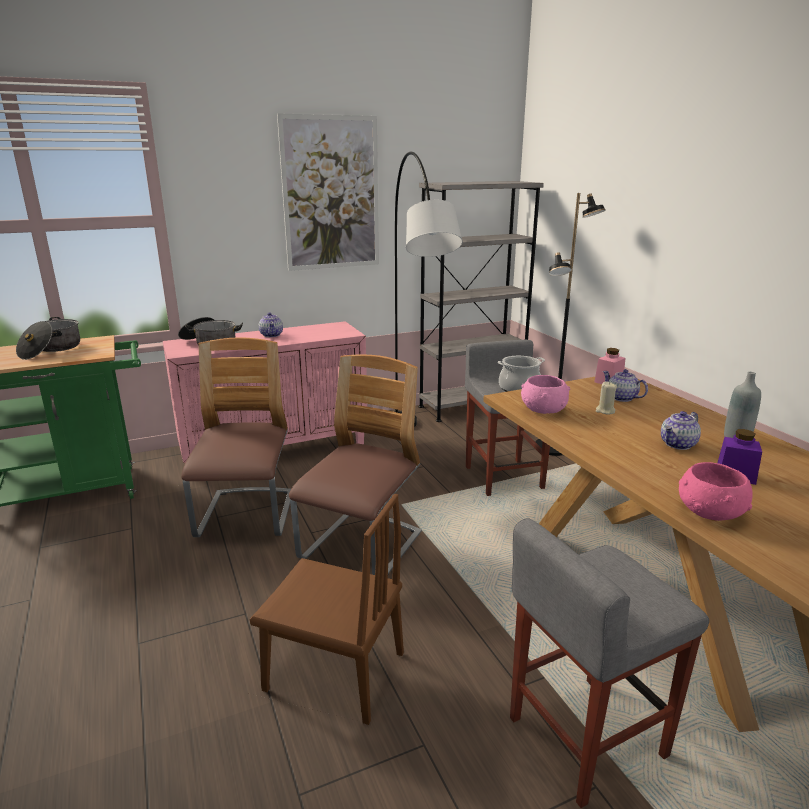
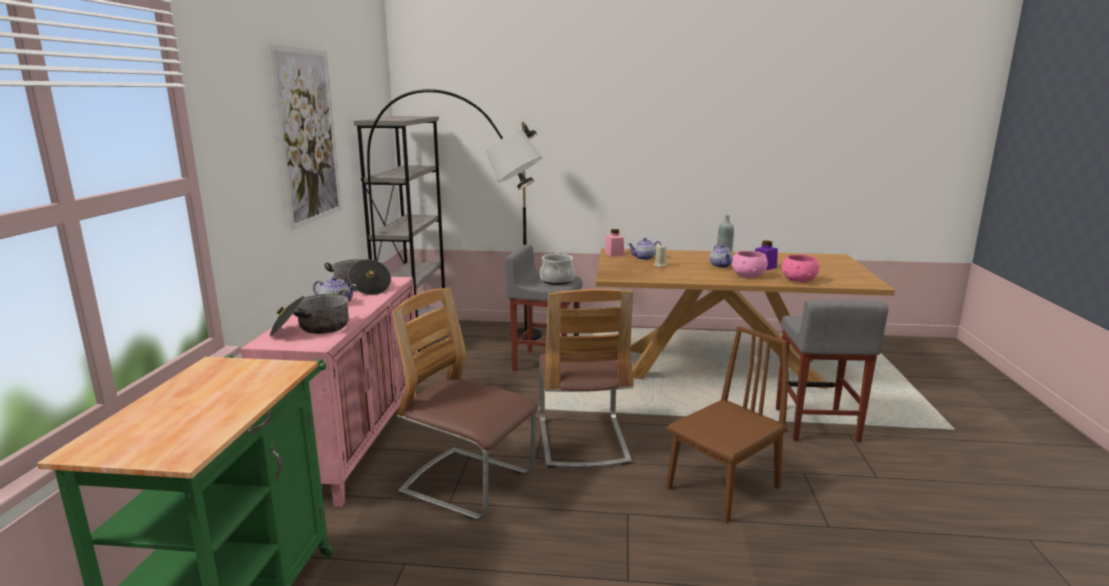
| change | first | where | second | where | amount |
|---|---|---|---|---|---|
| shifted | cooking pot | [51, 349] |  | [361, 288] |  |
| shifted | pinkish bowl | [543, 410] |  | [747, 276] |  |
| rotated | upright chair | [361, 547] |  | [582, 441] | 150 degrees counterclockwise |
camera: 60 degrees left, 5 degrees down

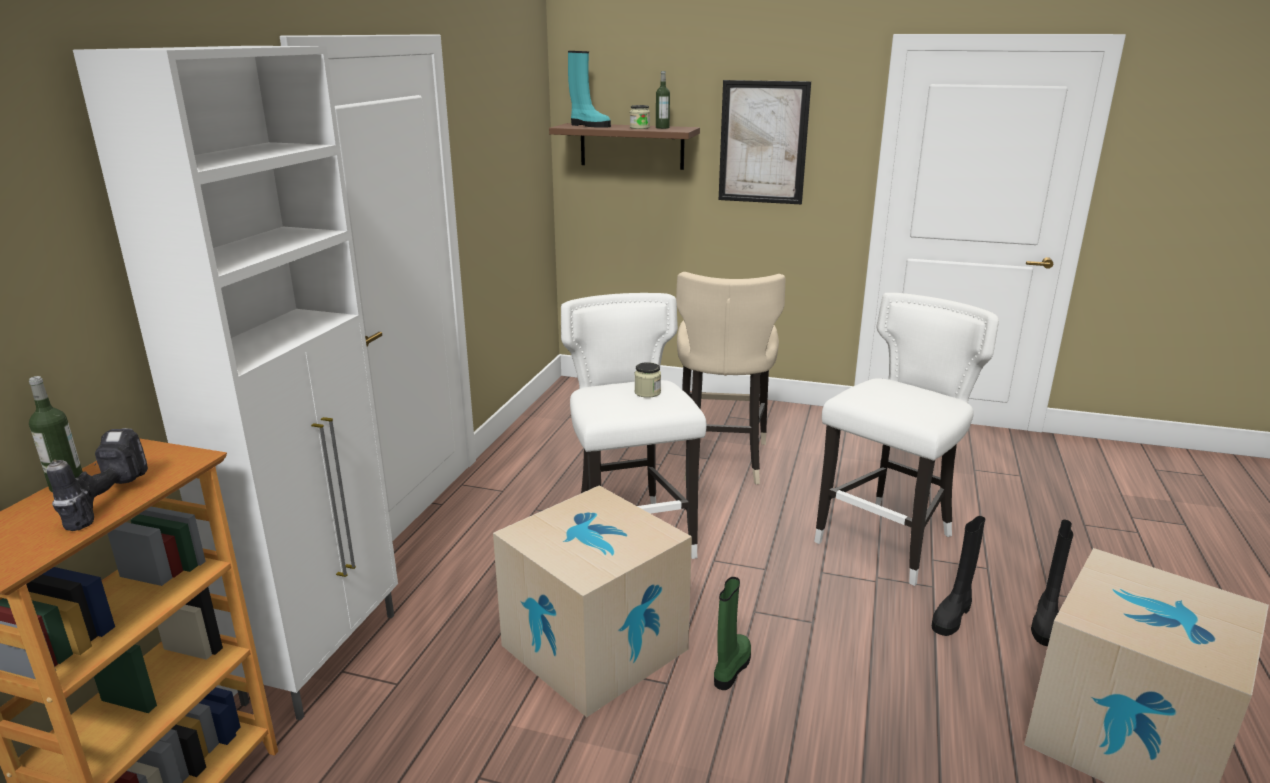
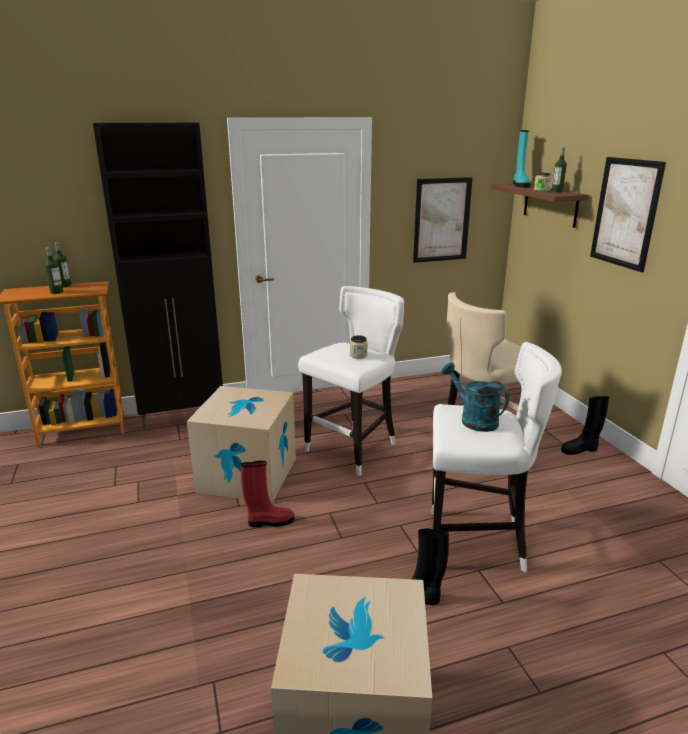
| change | first | where | second | where | amount |
|---|---|---|---|---|---|
| new |  |  | picture | [442, 220] |  |
| new |  |  | blue-green sprinkling can | [473, 419] |  |
| shifted | blackish tall boot | [1045, 624] |  | [580, 450] |  |
| swapped | electric drill | [104, 501] | drink bottle | [56, 292] |  |
| repainted | white-coloured cabinet | [325, 655] | blackish cabinet | [184, 417] |  |
| repainted | greenish tall boot | [731, 668] | reddish tall boot | [269, 522] |  |
camera: 55 degrees right, 0 degrees up

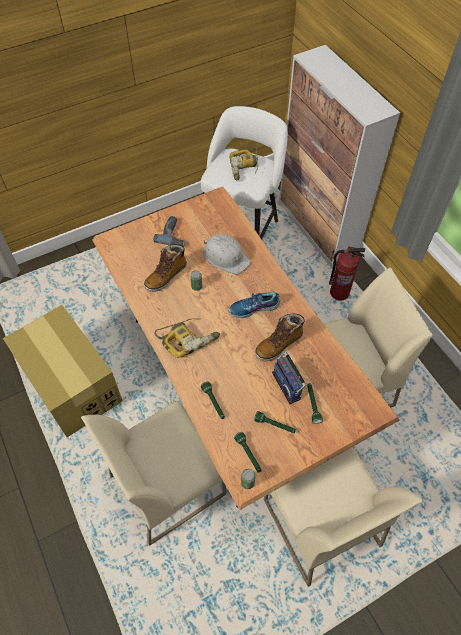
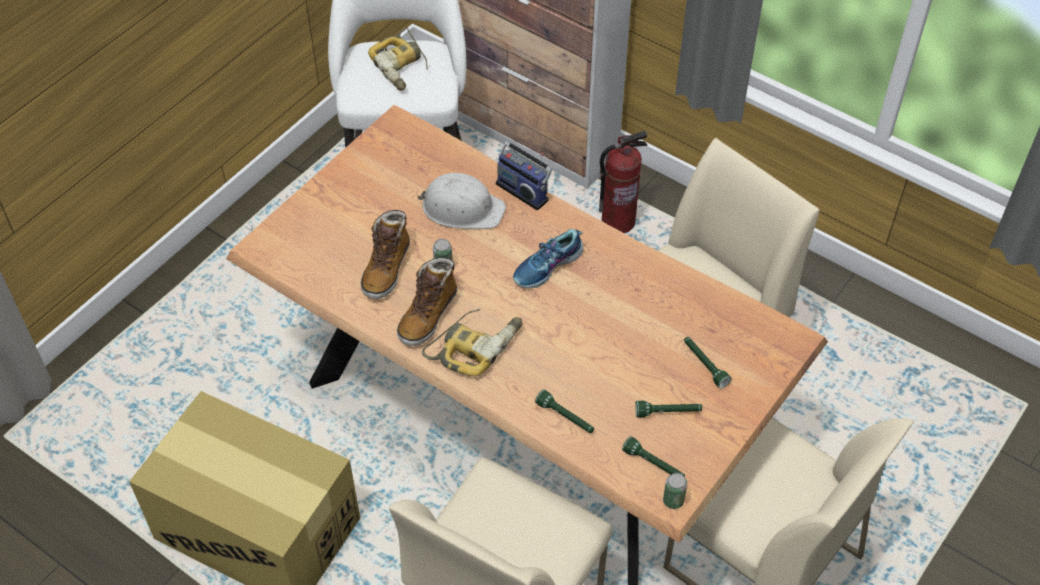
| change | first | where | second | where | amount |
|---|---|---|---|---|---|
| gone | electric drill | [174, 235] |  |  |  |
| shifted | tall boot | [279, 344] |  | [428, 315] |  |
| shifted | radio receiver | [288, 385] |  | [524, 190] |  |
camera: 25 degrees left, 5 degrees down

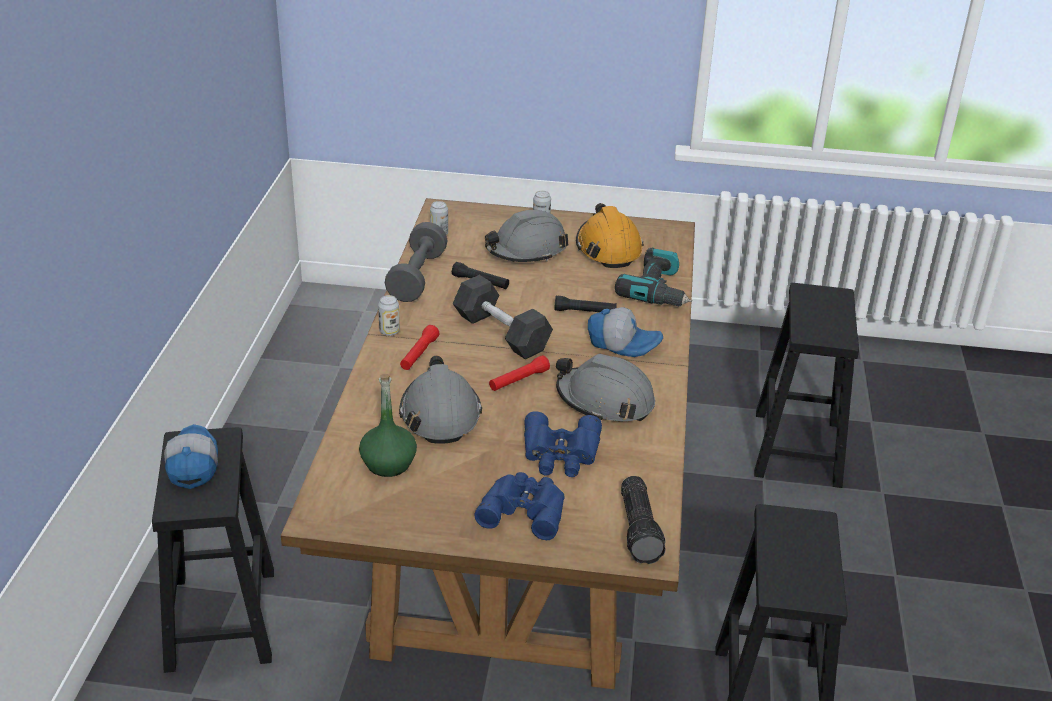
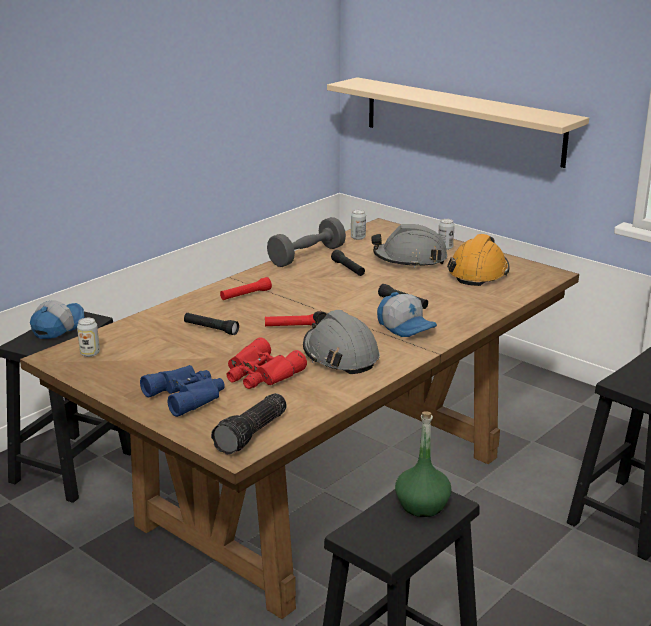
| change | first | where | second | where | amount |
|---|---|---|---|---|---|
| gone | grey hand weight | [501, 333] |  |  |  |
| gone | electric drill | [658, 290] |  |  |  |
| new |  |  | beige-coloured bracket shelf | [462, 120] |  |
| shifted | greenish drink bottle | [388, 463] |  | [422, 505] |  |
| shifted | sealed can | [389, 331] |  | [90, 353] |  |
| swapped | grey work helmet | [440, 414] | blackish torch | [211, 329] |  |
| repainted | blue binoculars | [560, 454] | reddish binoculars | [260, 374] |  |
camera: 35 degrees right, 10 degrees down

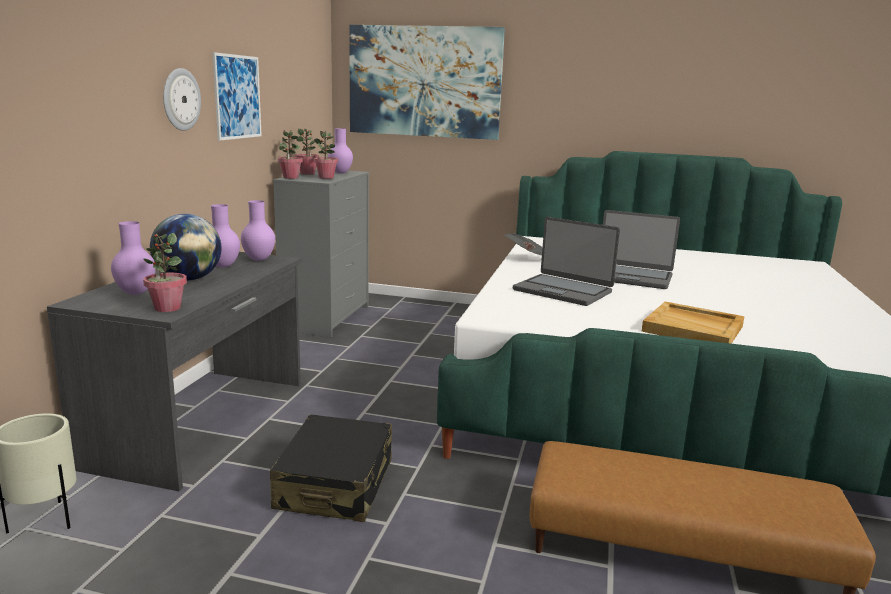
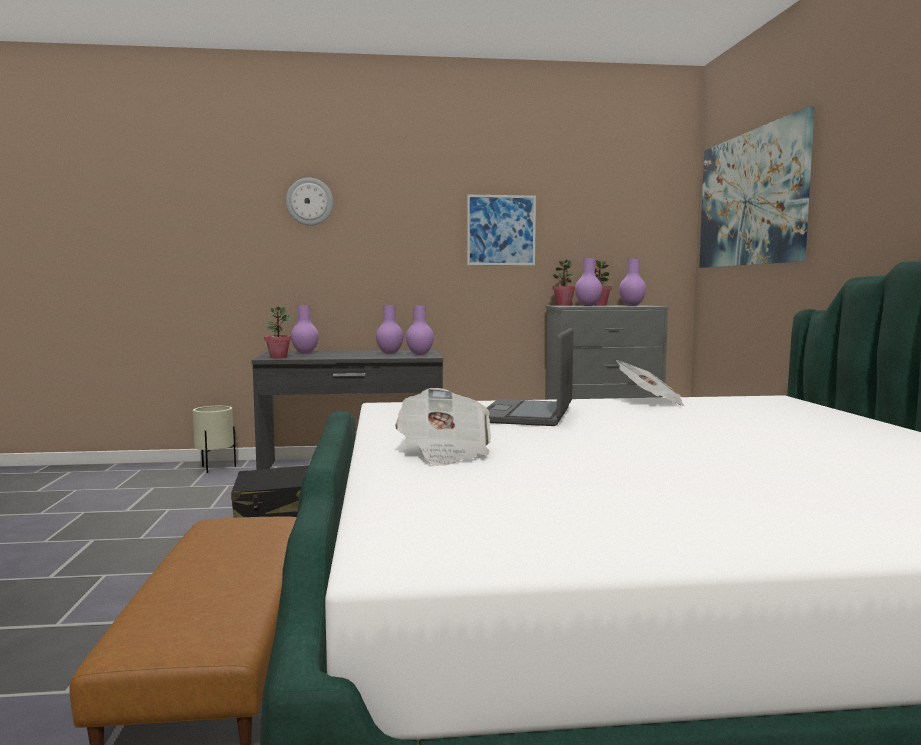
| change | first | where | second | where | amount |
|---|---|---|---|---|---|
| gone | world globe | [188, 279] |  |  |  |
| gone | laptop | [631, 277] |  |  |  |
| shifted | wall clock | [180, 99] |  | [309, 201] |  |
| swapped | houseplant | [326, 178] | purple decorative vase | [587, 306] |  |
| swapped | beige-coloured tray | [694, 329] | printed paper | [444, 453] |  |
camera: 70 degrees right, 10 degrees down

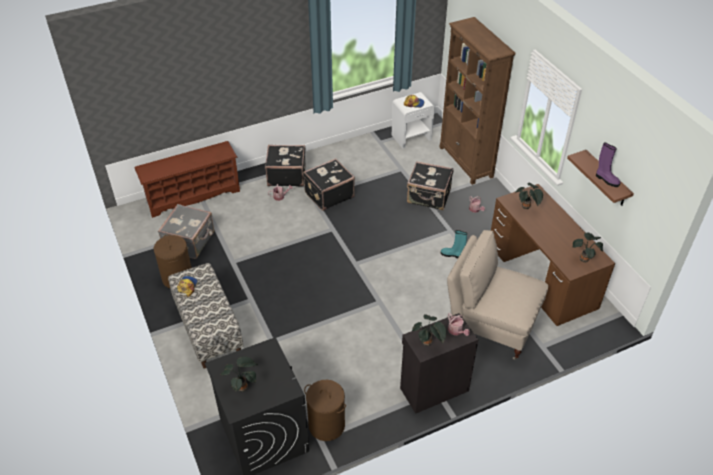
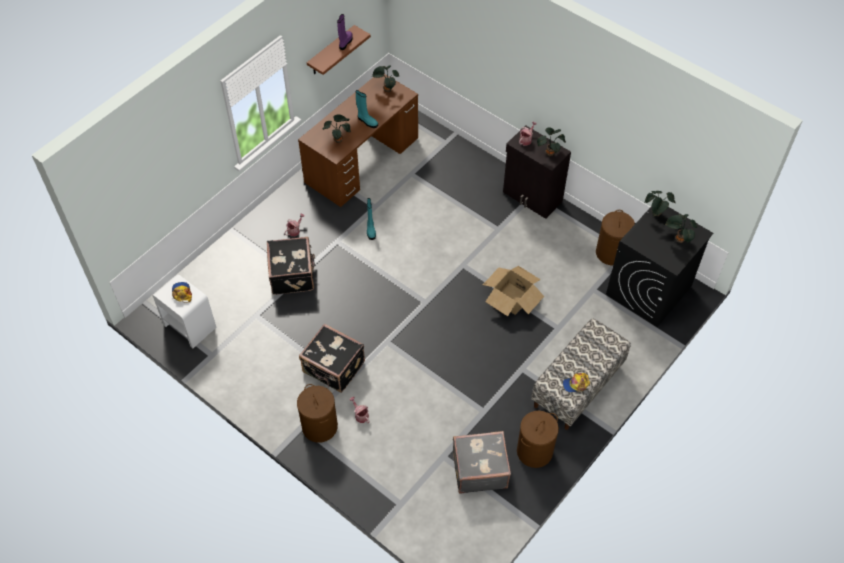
| change | first | where | second | where | amount |
|---|---|---|---|---|---|
| gone | brown-coloured shoe stand | [193, 195] |  |  |  |
| gone | brown-coloured shelving unit | [466, 162] |  |  |  |
| gone | beige-coloured upright chair | [490, 326] |  |  |  |
| new |  |  | blue-green tall boot | [367, 121] |  |
| new |  |  | packing box | [512, 298] |  |
| new |  |  | houseplant | [656, 214] |  |
| swapped | blackish travel case | [286, 175] | brown-coloured hamper | [320, 427] |  |
camera: 115 degrees left, 10 degrees up

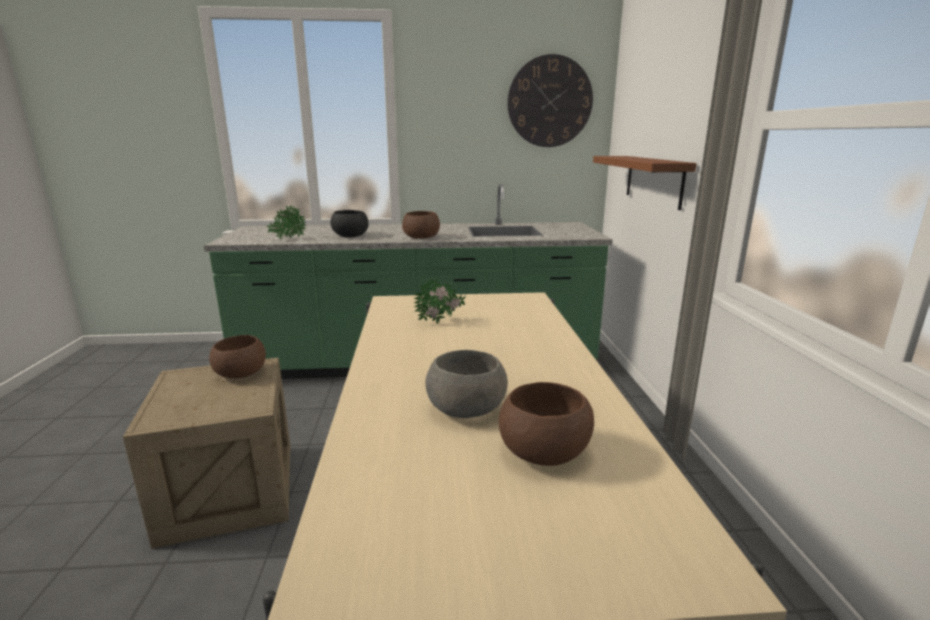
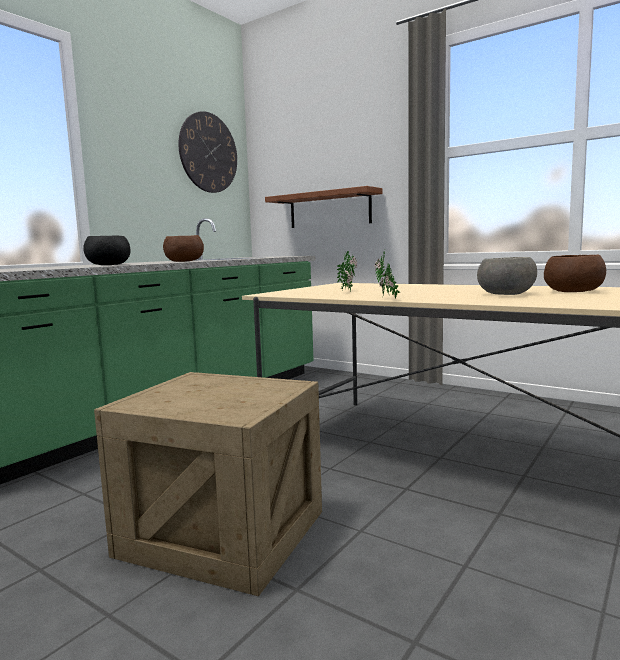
| change | first | where | second | where | amount |
|---|---|---|---|---|---|
| gone | brown-coloured bowl | [240, 373] |  |  |  |
| shifted | houseplant | [287, 239] |  | [387, 299] |  |
camera: 50 degrees left, 10 degrees down

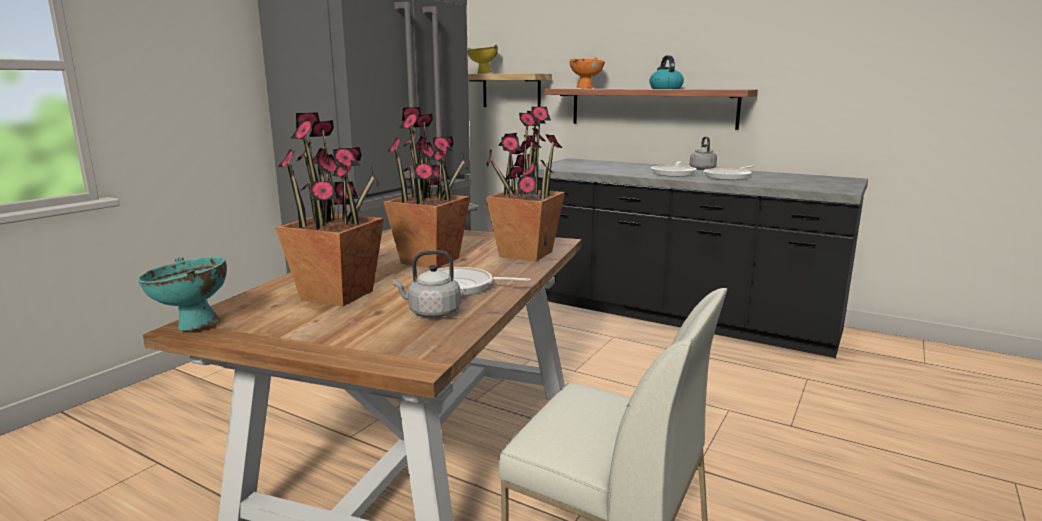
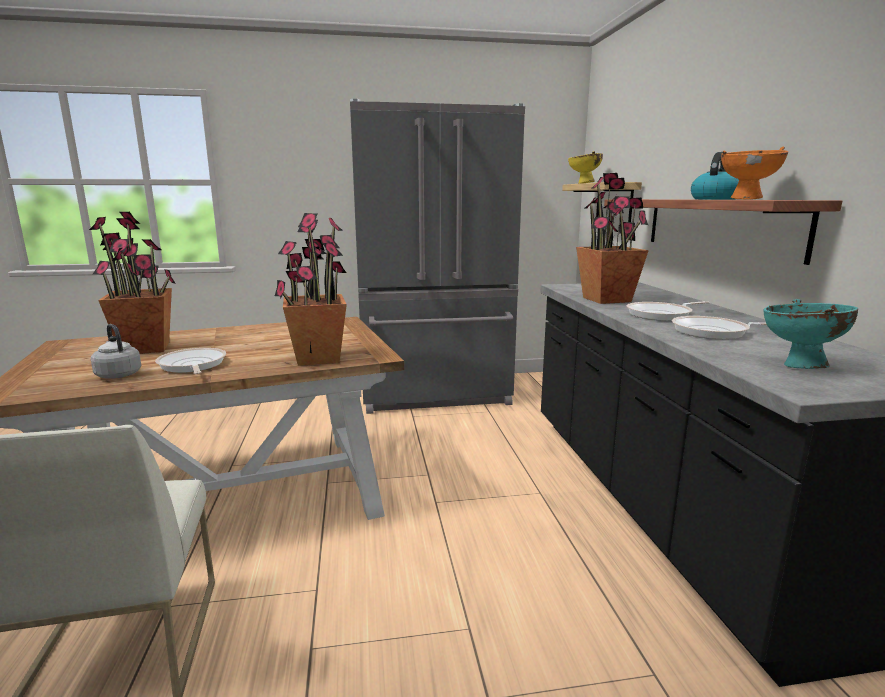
| change | first | where | second | where | amount |
|---|---|---|---|---|---|
| gone | grey water kettle | [702, 169] |  |  |  |
| shifted | blue-green bowl | [192, 326] |  | [799, 366] |  |
| shifted | houseplant | [431, 260] |  | [607, 300] |  |
| shifted | orangey bowl | [586, 88] |  | [747, 199] |  |
camera: 50 degrees right, 0 degrees up

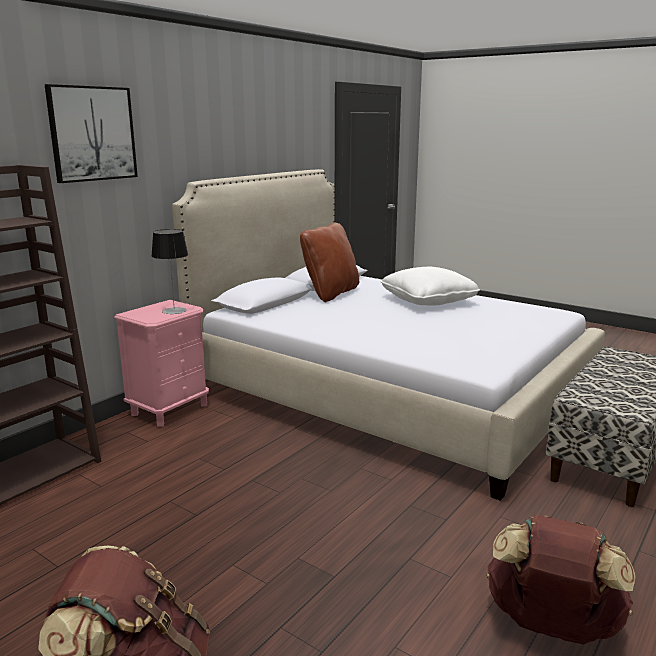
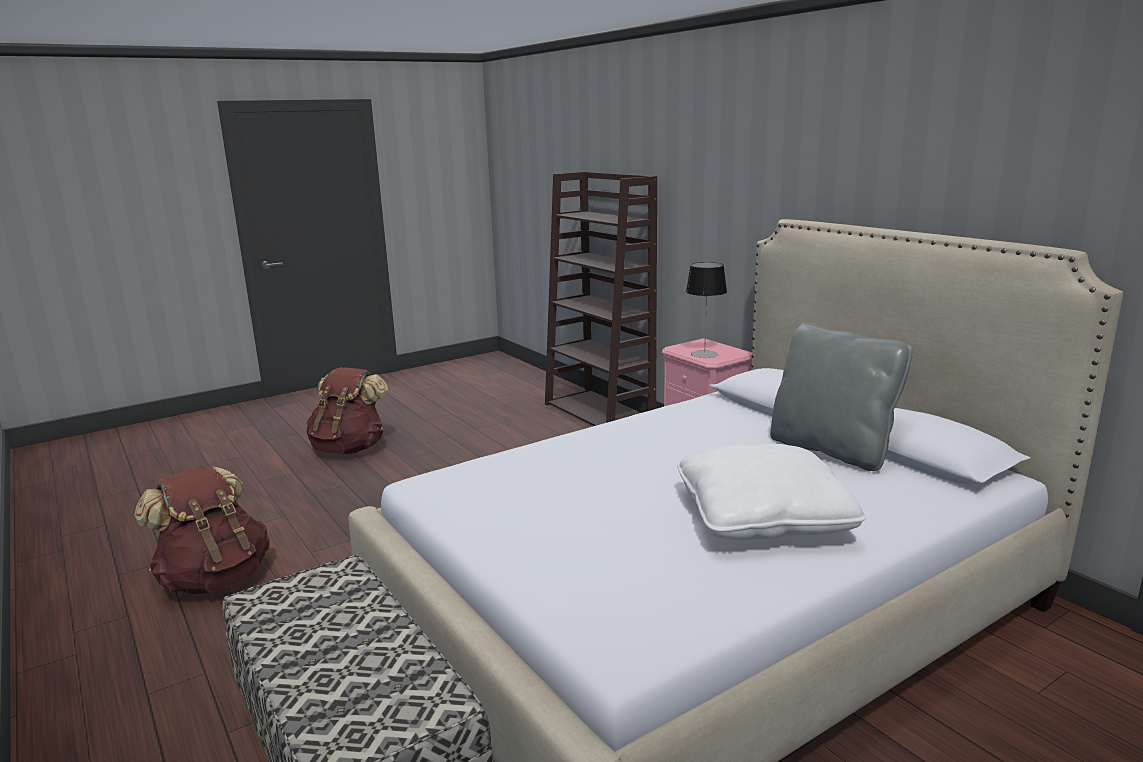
| change | first | where | second | where | amount |
|---|---|---|---|---|---|
| gone | picture | [92, 134] |  |  |  |
| repainted | brown-coloured cushion | [330, 293] | grey cushion | [832, 450] |  |
camera: 110 degrees right, 0 degrees up

